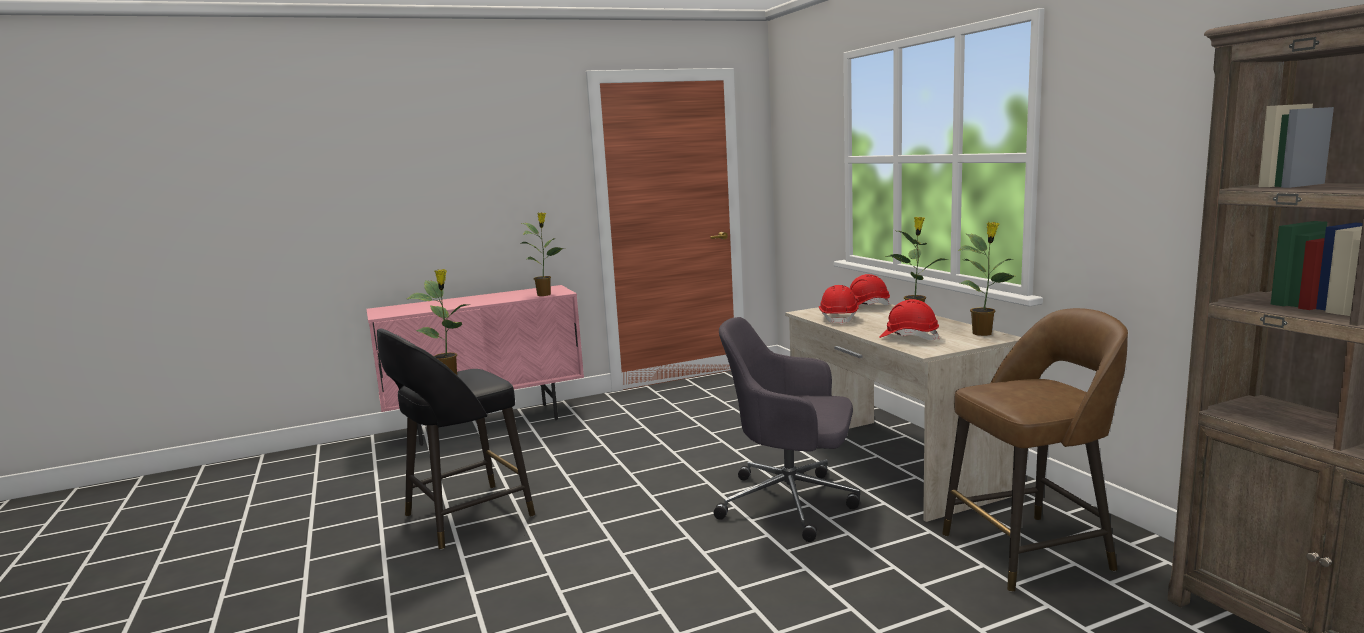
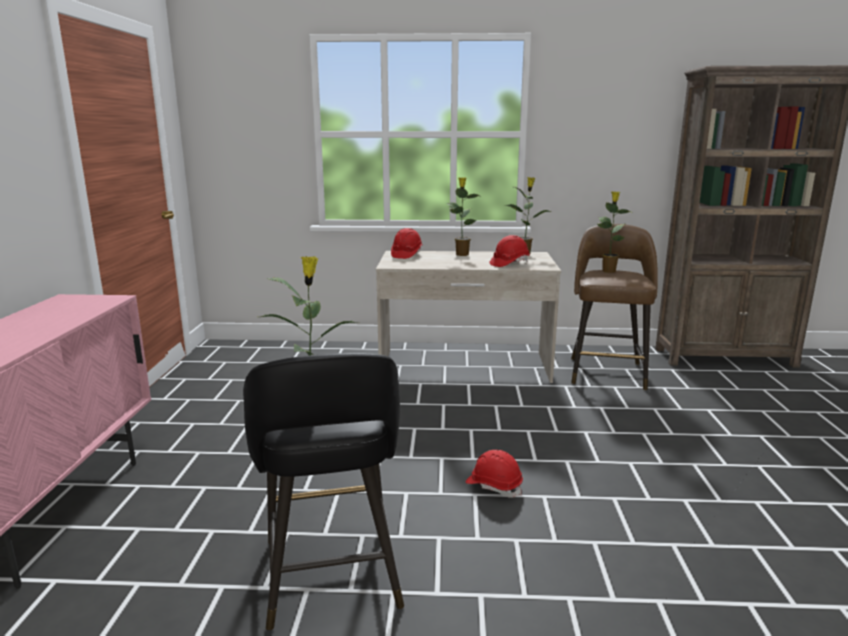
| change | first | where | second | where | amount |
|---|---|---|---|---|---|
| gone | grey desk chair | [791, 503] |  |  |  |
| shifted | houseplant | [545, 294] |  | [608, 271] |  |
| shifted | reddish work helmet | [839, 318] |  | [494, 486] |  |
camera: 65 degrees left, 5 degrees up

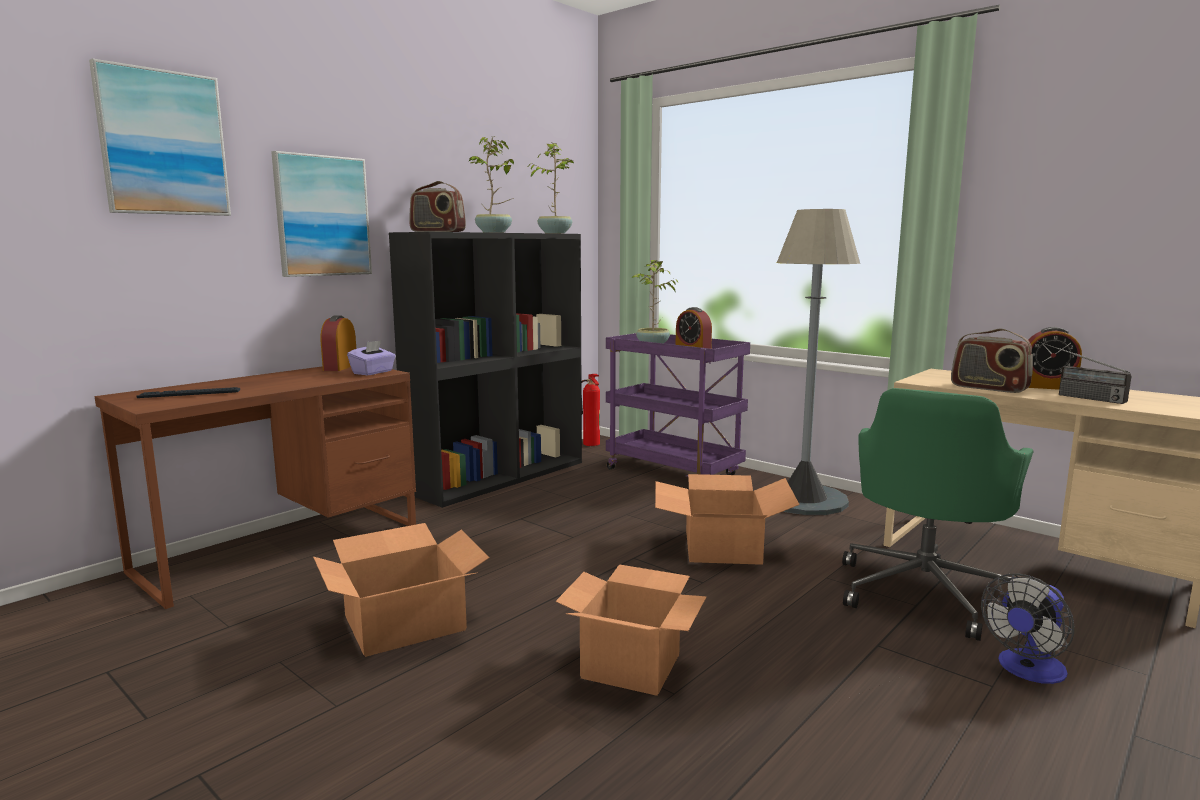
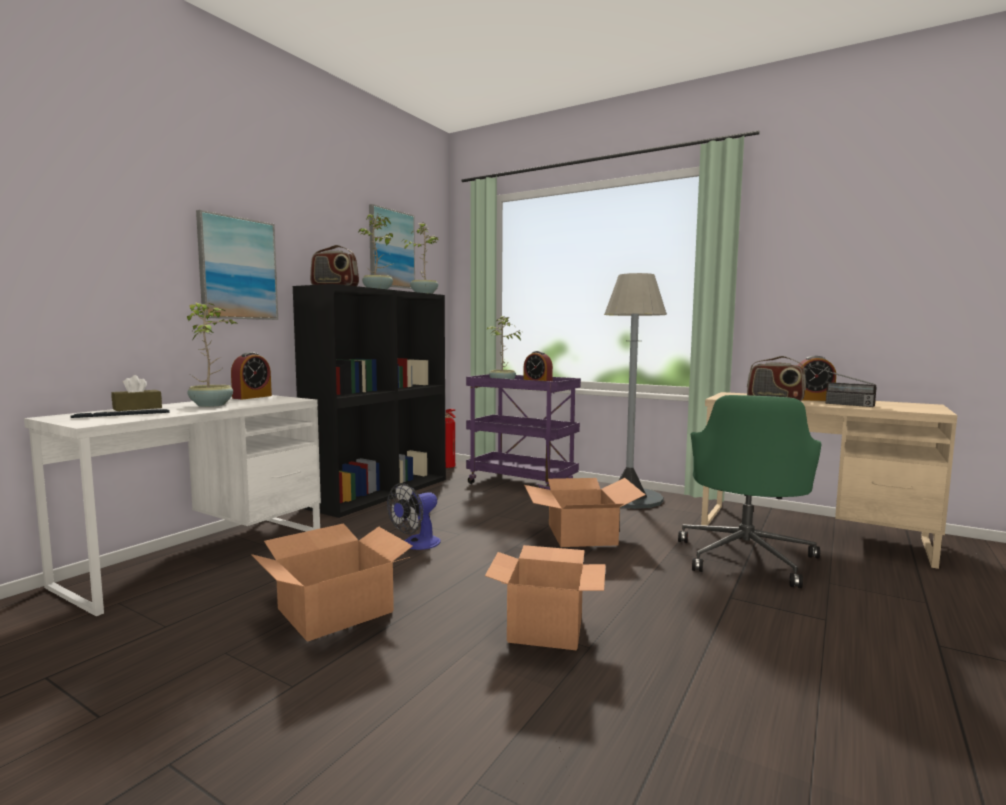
| change | first | where | second | where | amount |
|---|---|---|---|---|---|
| gone | purple box of tissues | [373, 372] |  |  |  |
| new |  |  | brown-coloured box of tissues | [137, 408] |  |
| new |  |  | houseplant | [212, 405] |  |
| shifted | picture | [163, 143] |  | [391, 249] |  |
| shifted | fan | [1027, 670] |  | [416, 545] |  |
| repainted | brown-coloured desk | [282, 547] | white-coloured desk | [200, 556] |  |
| rotated | alarm clock | [340, 367] |  | [252, 397] | 150 degrees counterclockwise |
camera: 10 degrees left, 5 degrees down

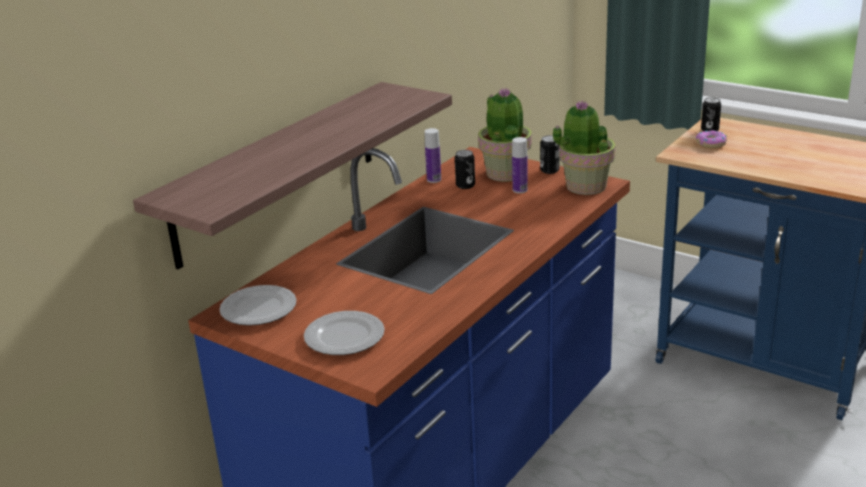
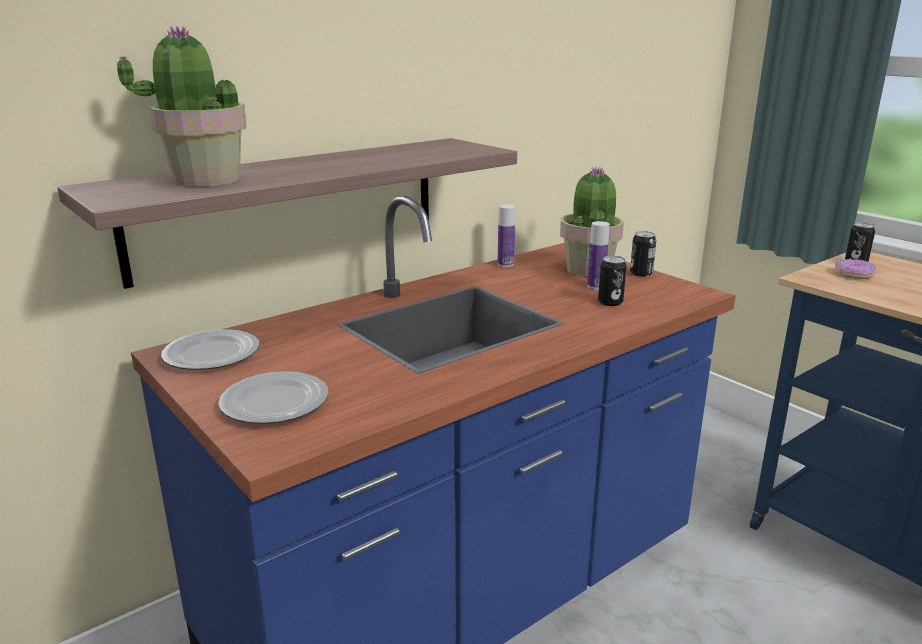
| change | first | where | second | where | amount |
|---|---|---|---|---|---|
| shifted | sealed can | [465, 185] |  | [610, 302] |  |
| shifted | houseplant | [585, 186] |  | [206, 180] |  |
camera: 15 degrees right, 5 degrees down

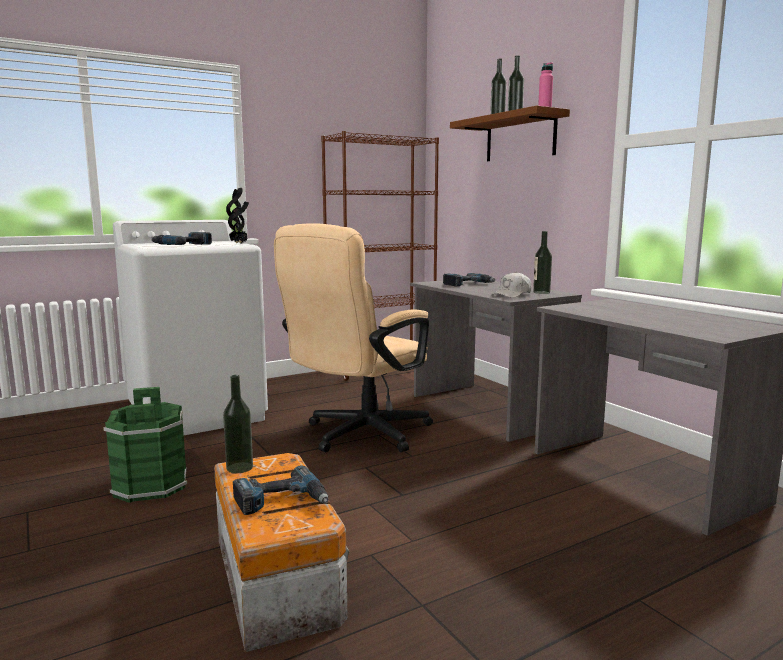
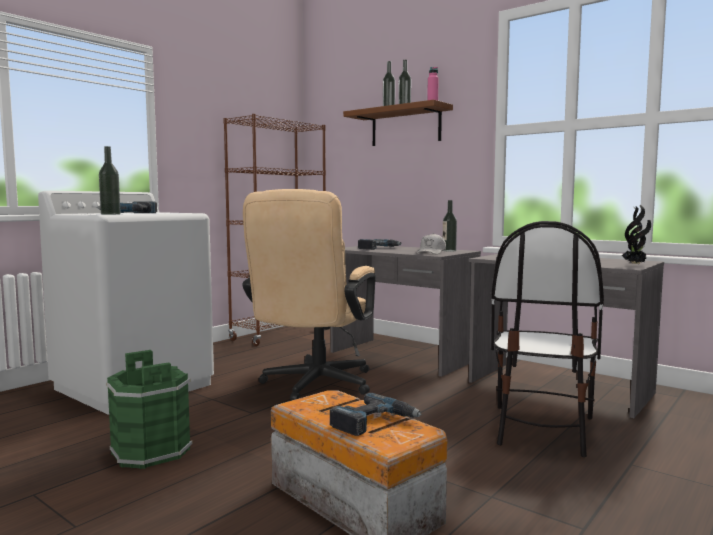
| change | first | where | second | where | amount |
|---|---|---|---|---|---|
| new |  |  | upright chair | [541, 429] |  |
| shifted | drink bottle | [239, 468] |  | [110, 214] |  |
| shifted | houseplant | [239, 243] |  | [635, 264] |  |
camera: 20 degrees left, 5 degrees down

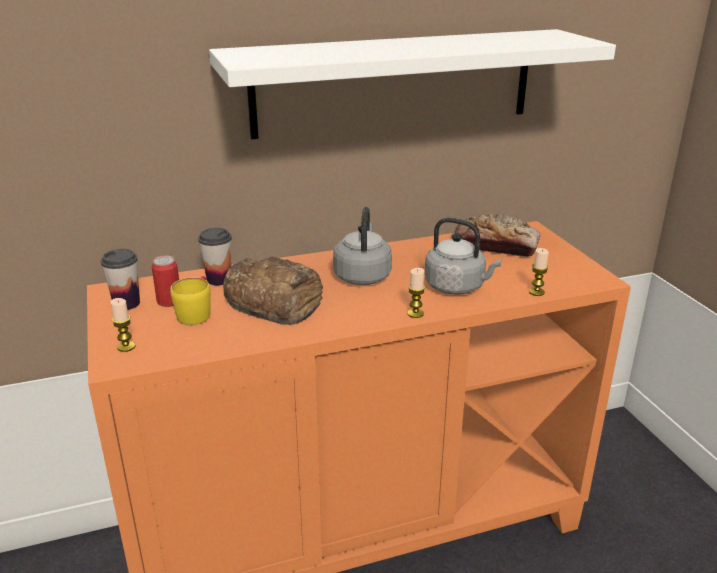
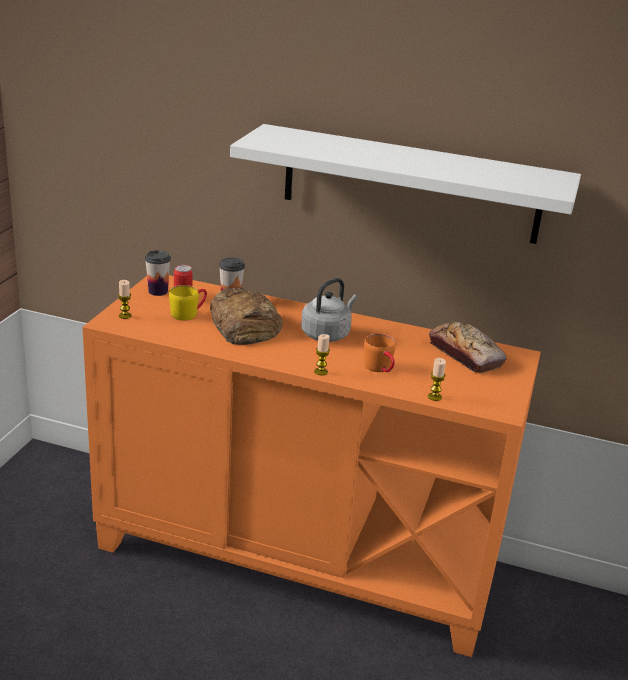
| change | first | where | second | where | amount |
|---|---|---|---|---|---|
| swapped | grey water kettle | [457, 287] | orangey coffee mug | [381, 369] |  |
camera: 35 degrees right, 0 degrees up

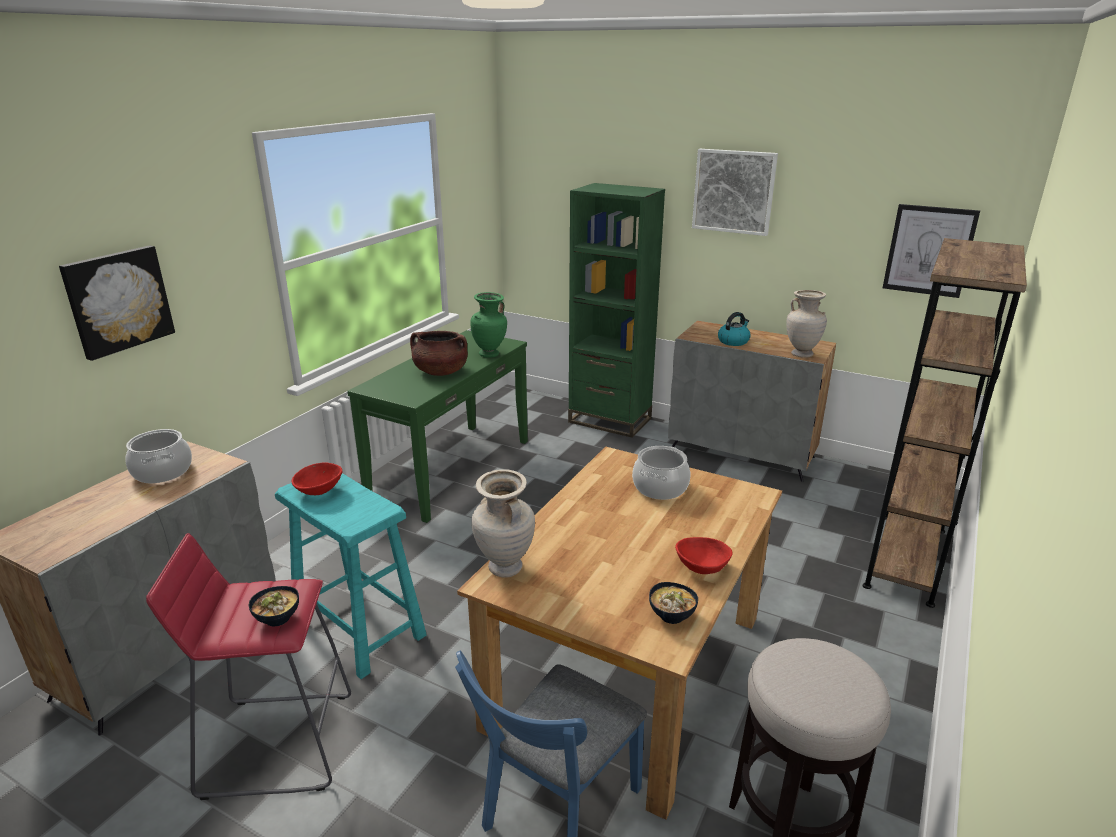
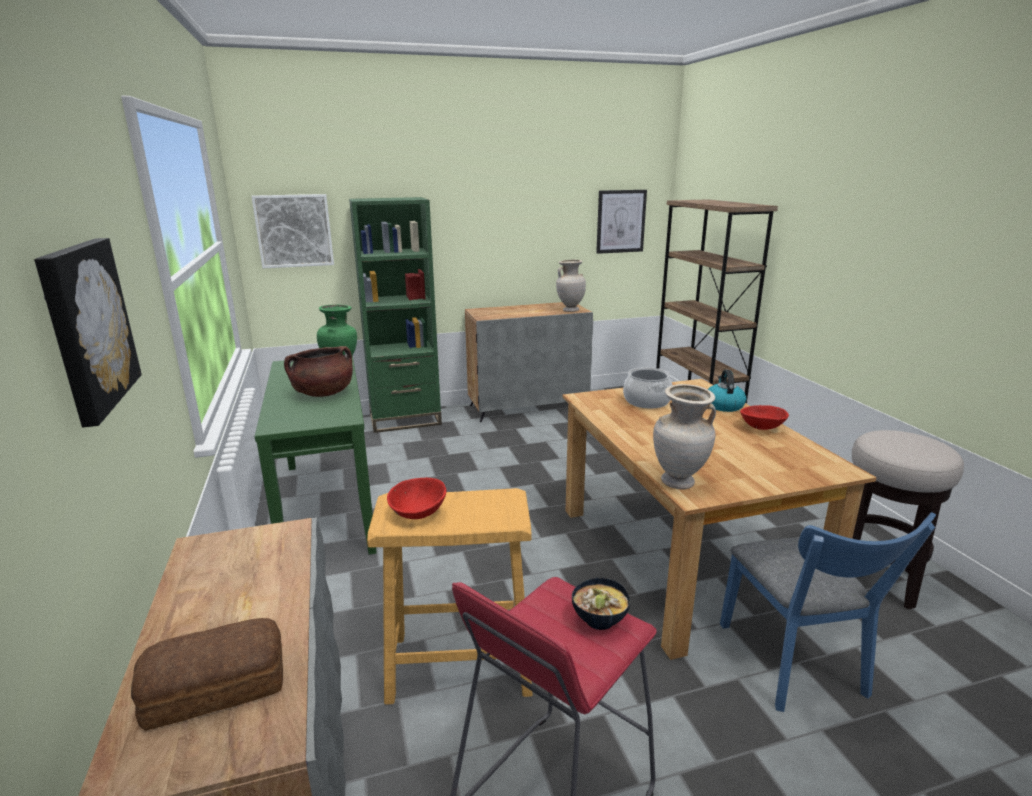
| change | first | where | second | where | amount |
|---|---|---|---|---|---|
| gone | cooking pot | [162, 471] |  |  |  |
| gone | bowl | [672, 616] |  |  |  |
| new |  |  | bakery bread | [218, 688] |  |
| shifted | picture | [733, 191] |  | [294, 231] |  |
| shifted | water kettle | [733, 341] |  | [723, 405] |  |
| repainted | blue-green stool seat | [359, 629] | beige-coloured stool seat | [460, 664] |  |
camera: 45 degrees left, 5 degrees down

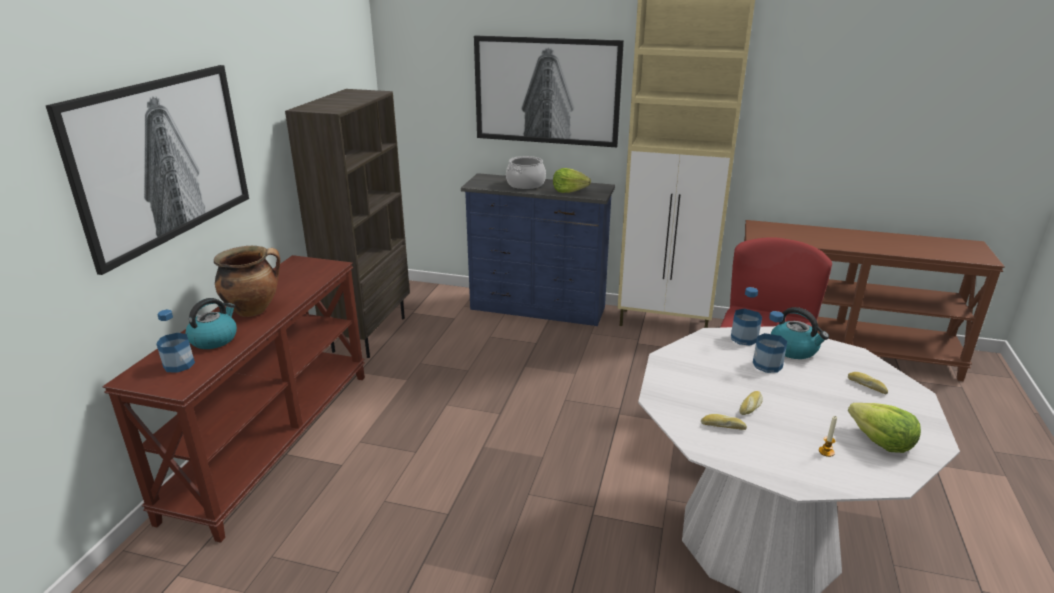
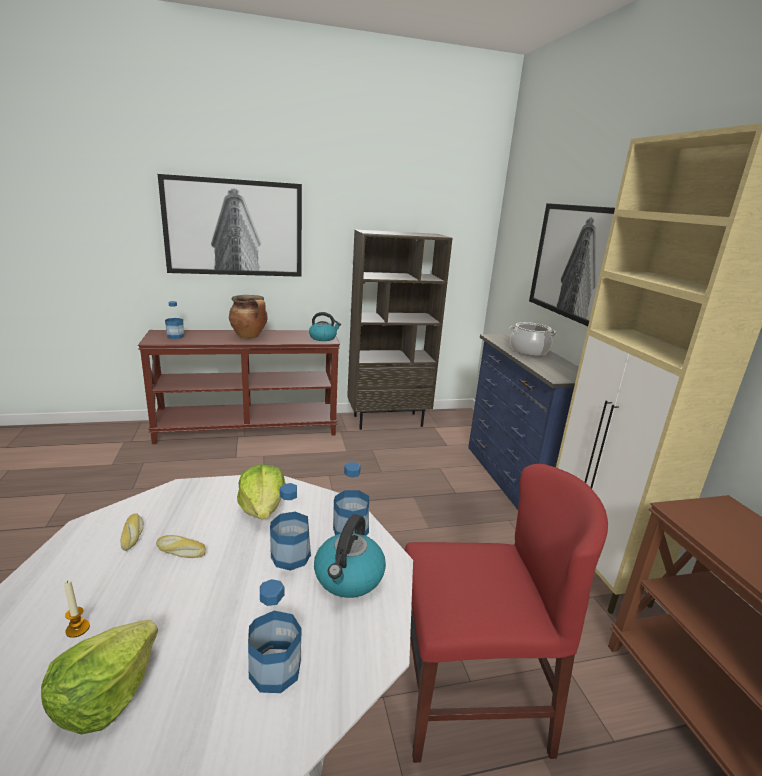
| change | first | where | second | where | amount |
|---|---|---|---|---|---|
| shifted | water kettle | [214, 339] |  | [323, 338] |  |
| shifted | lettuce | [569, 190] |  | [262, 508] |  |
| swapped | bakery bread | [867, 386] | drink bottle | [275, 670] |  |
camera: 60 degrees right, 5 degrees down

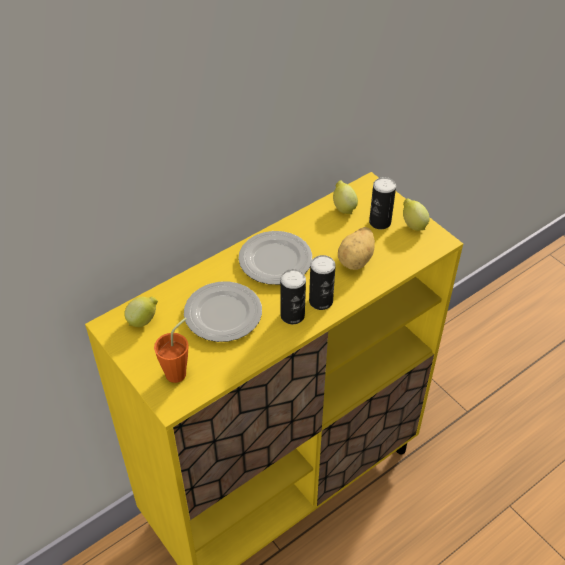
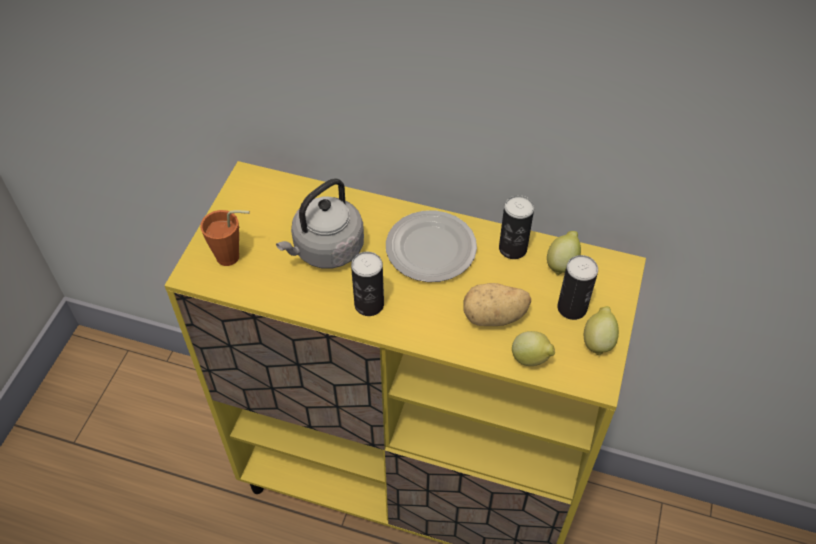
| change | first | where | second | where | amount |
|---|---|---|---|---|---|
| shifted | whole lemon | [143, 321] |  | [531, 359] |  |
| shifted | sealed can | [321, 301] |  | [512, 248] |  |
| swapped | dinner plate | [224, 315] | grey water kettle | [325, 250] |  |
camera: 55 degrees right, 5 degrees up

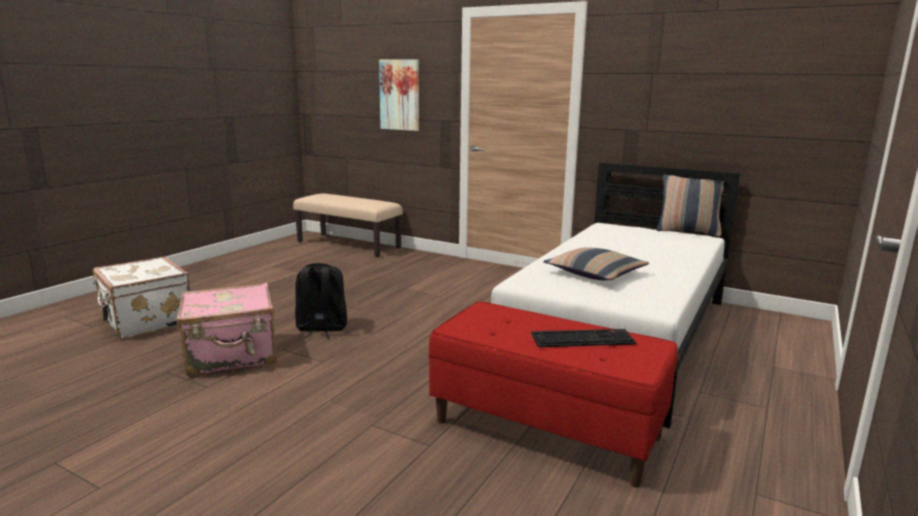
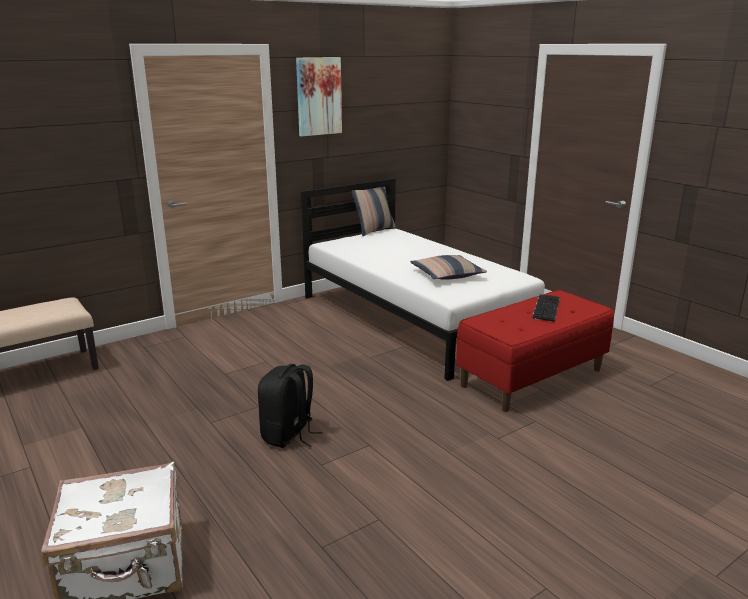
| change | first | where | second | where | amount |
|---|---|---|---|---|---|
| gone | pinkish travel case | [232, 356] |  |  |  |
| shifted | picture | [400, 95] |  | [318, 96] |  |
camera: 65 degrees left, 5 degrees up

